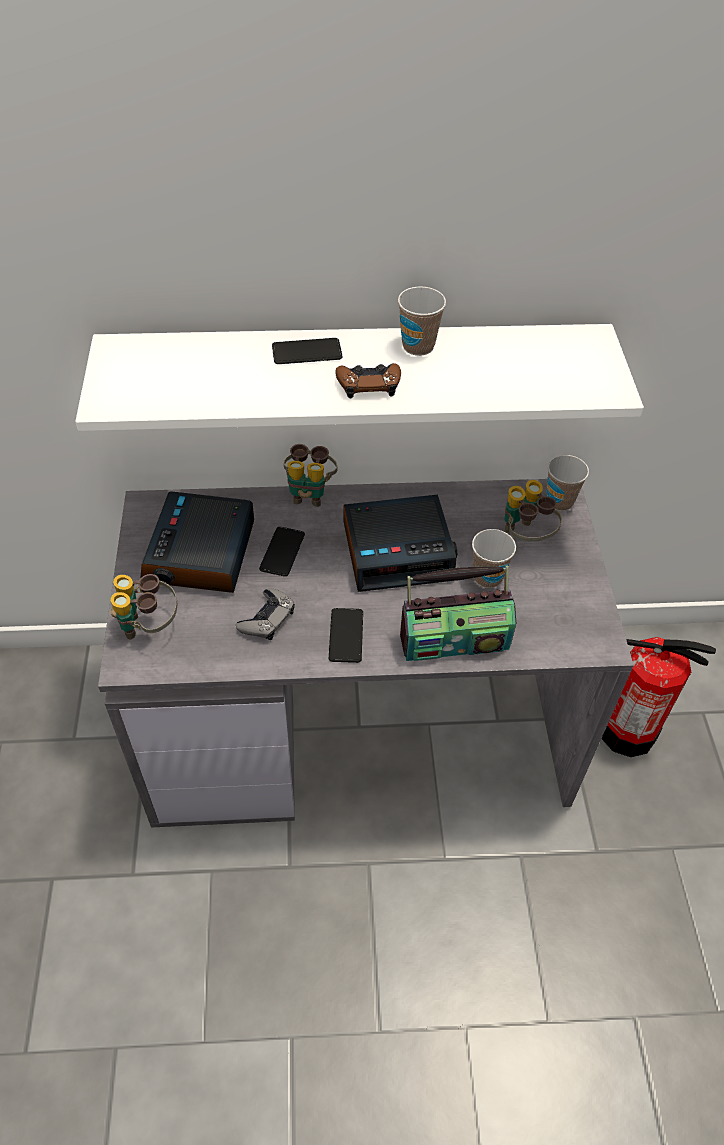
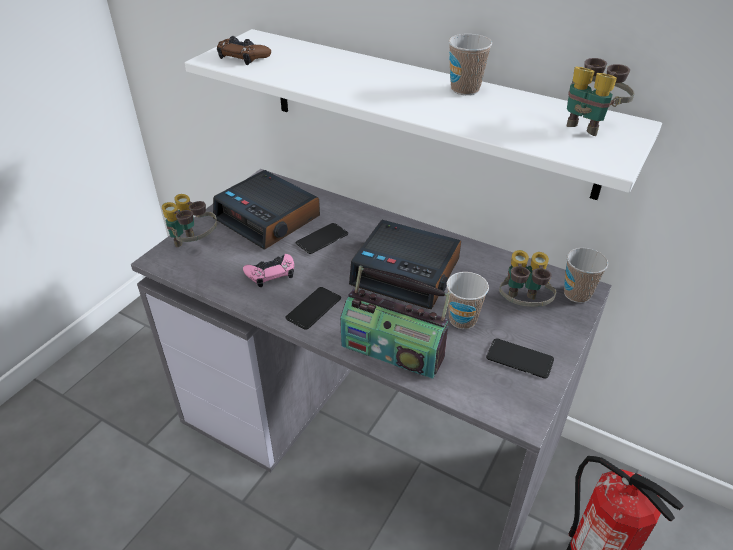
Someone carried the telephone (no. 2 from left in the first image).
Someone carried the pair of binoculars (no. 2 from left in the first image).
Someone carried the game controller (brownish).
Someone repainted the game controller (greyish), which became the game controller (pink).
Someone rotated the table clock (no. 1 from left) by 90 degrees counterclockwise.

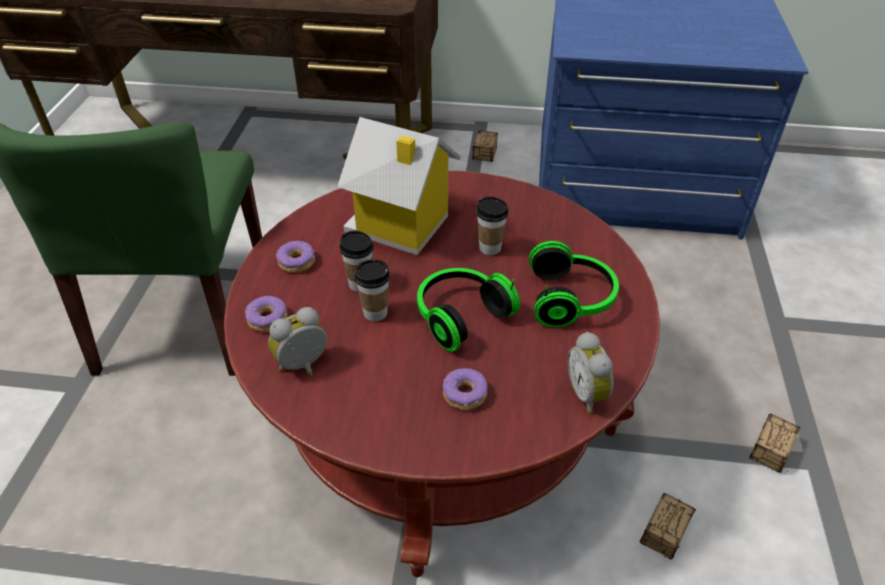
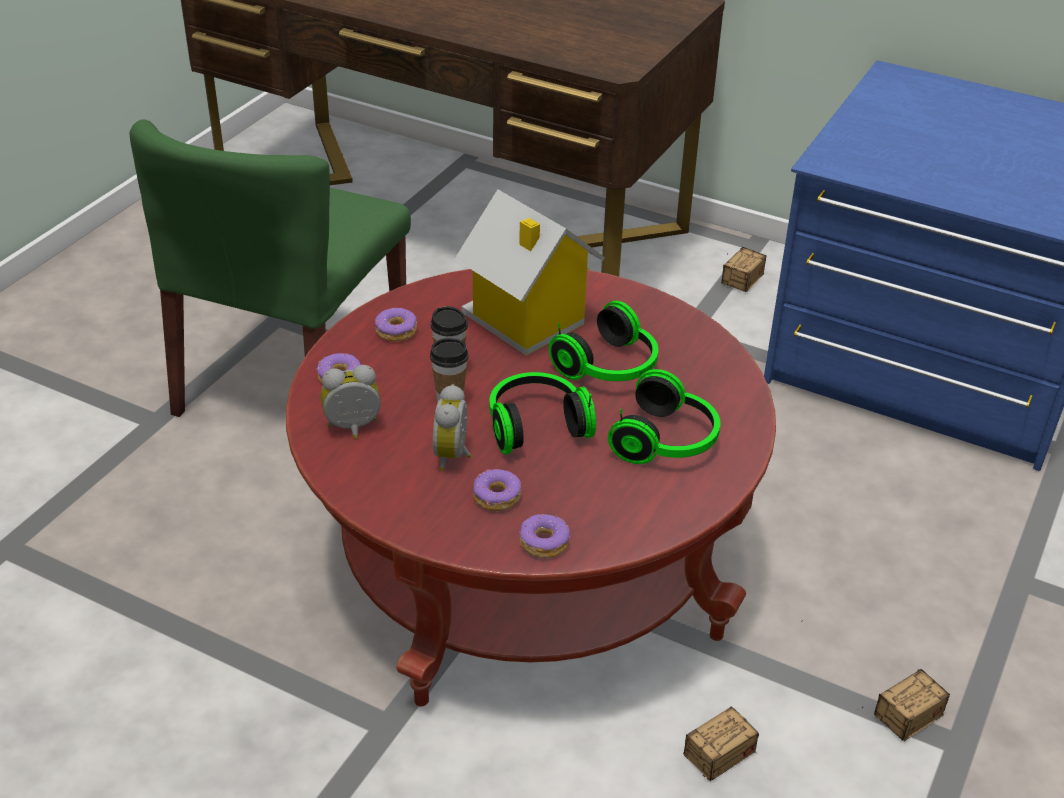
Someone put down the donut (no. 4 from left).
Someone carried the table clock (no. 2 from left).
Someone swapped the drinking cup (no. 3 from left) for the pair of headphones (no. 2 from left).

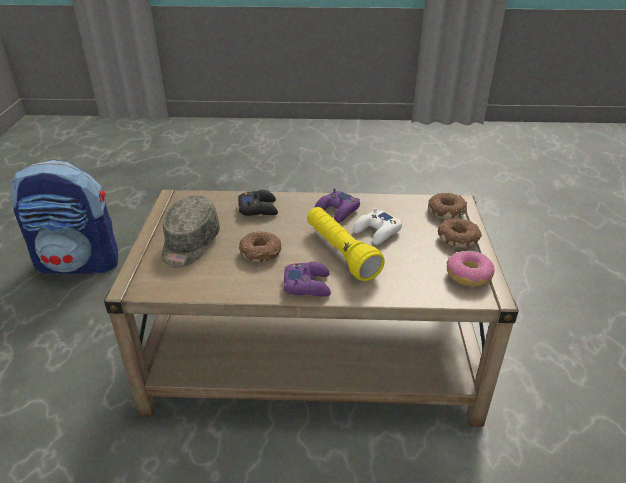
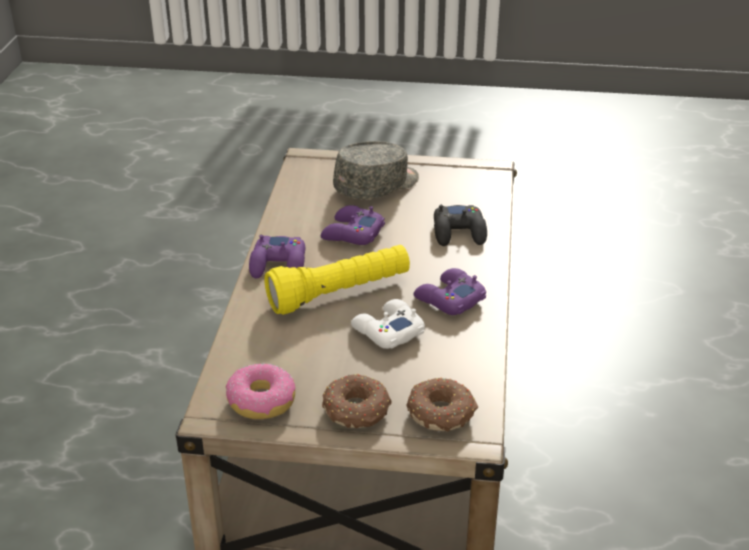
Someone took away the backpack.
Someone swapped the donut (no. 1 from left) for the game controller (purple) (no. 2 from left).
Someone rotated the cap (greyish) by 120 degrees clockwise.

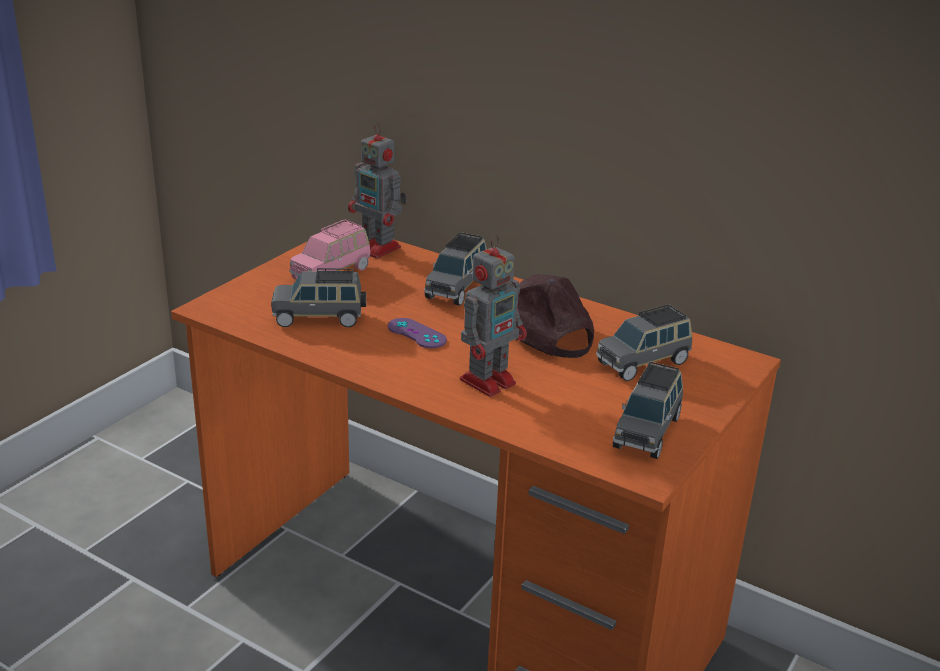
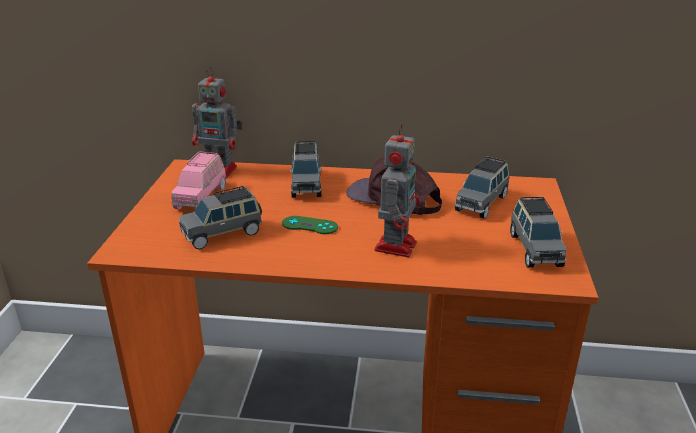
Someone repainted the game controller (purple), which became the game controller (green-coloured).

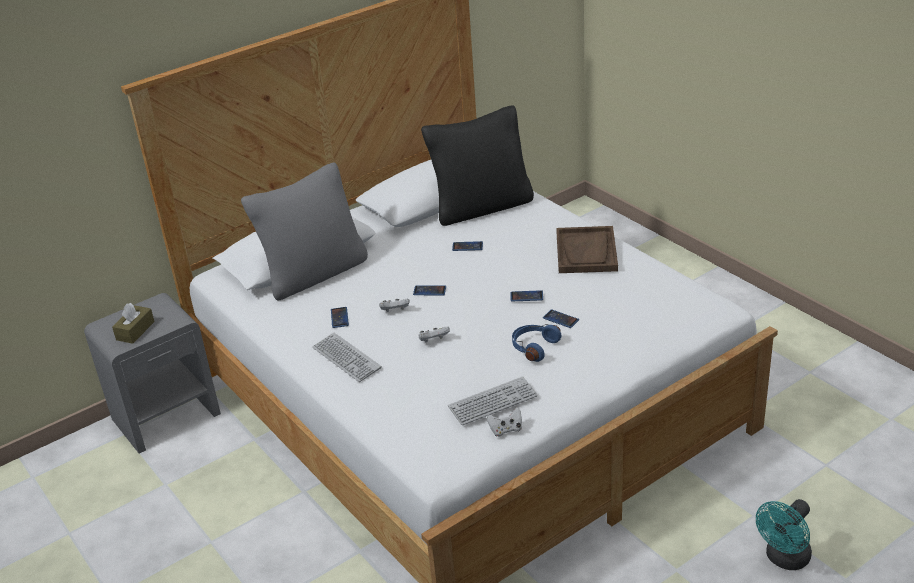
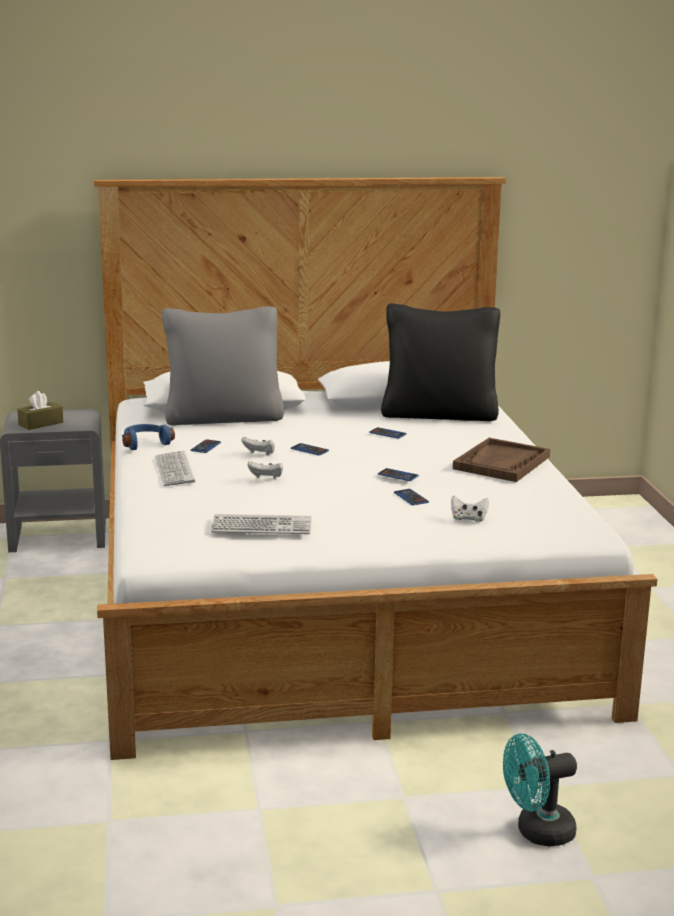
Someone carried the game controller (white) (no. 3 from left).
Someone carried the pair of headphones (blue).

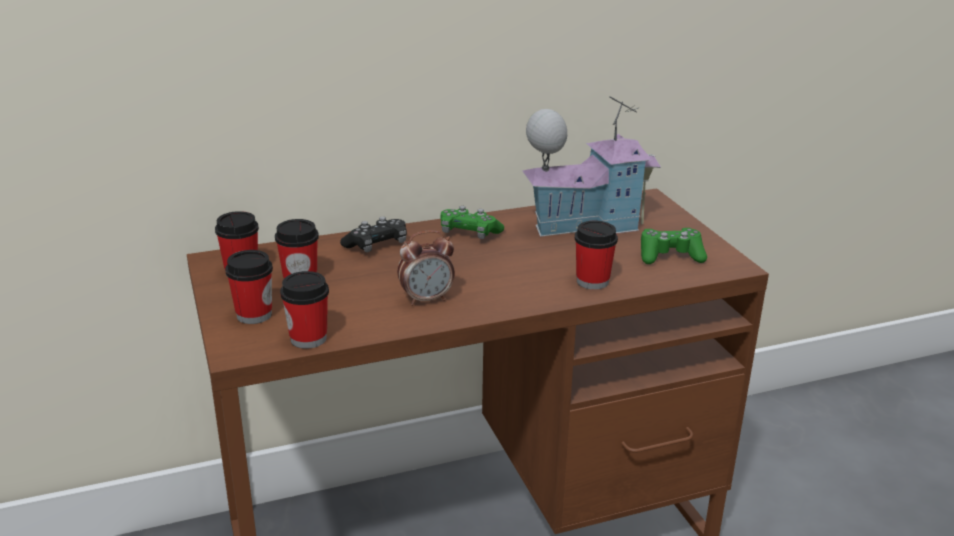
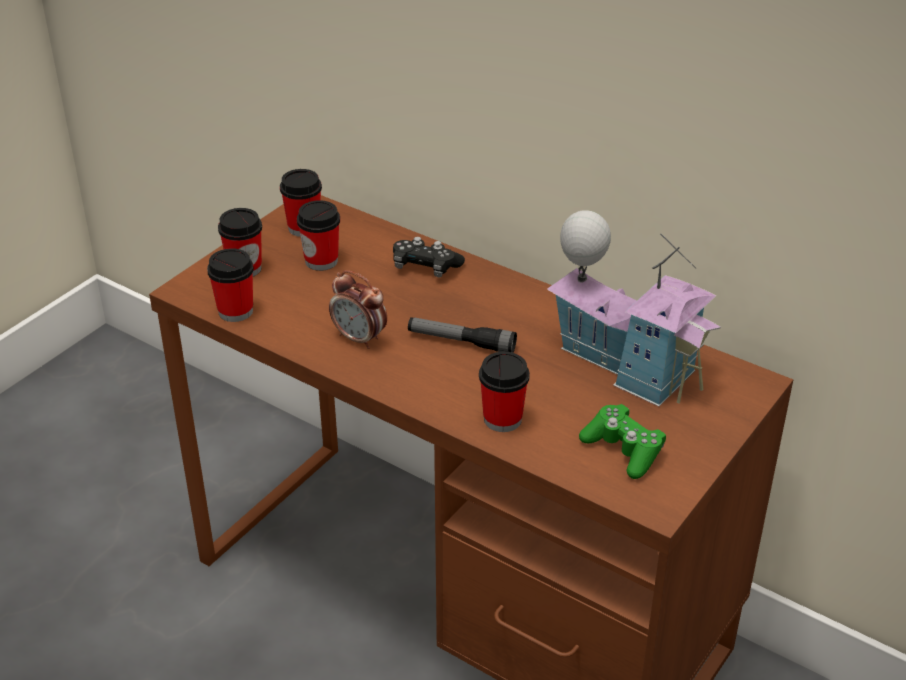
Someone took away the game controller (green-coloured) (no. 1 from left).
Someone put down the torch.

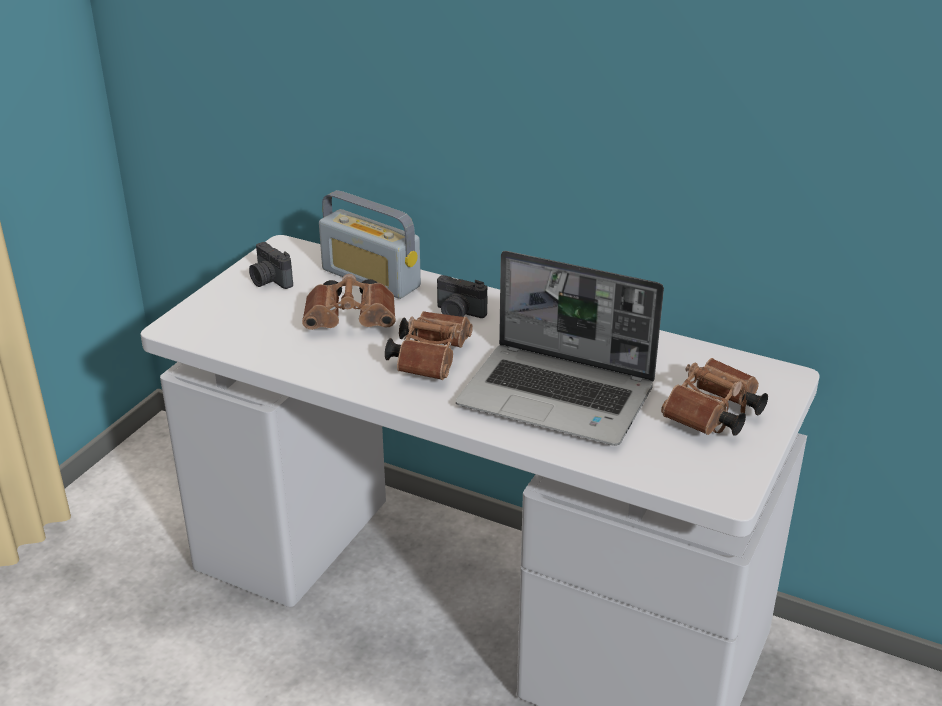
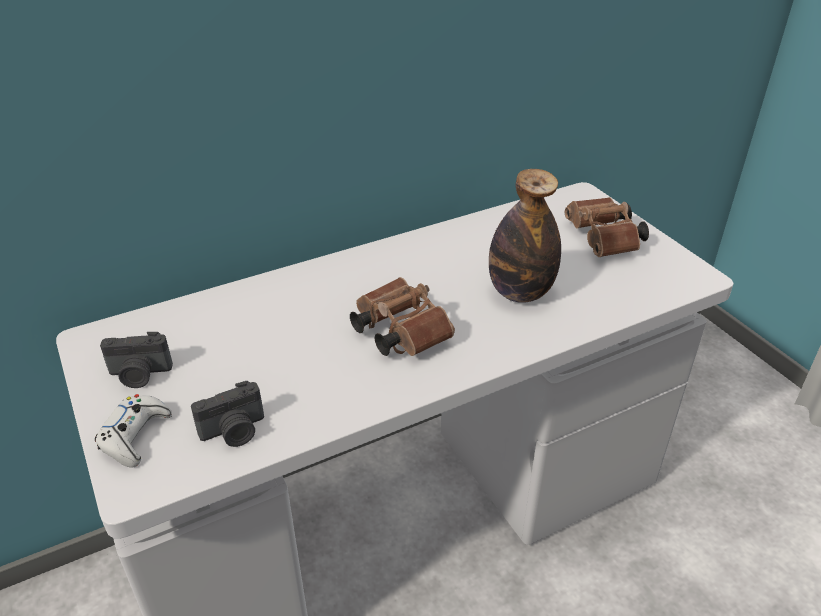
Someone took away the pair of binoculars (brownish) (no. 1 from left).
Someone took away the radio set.
Someone put down the game controller (white).
Someone carried the photo camera (no. 2 from left).
Someone swapped the laptop for the bottle.

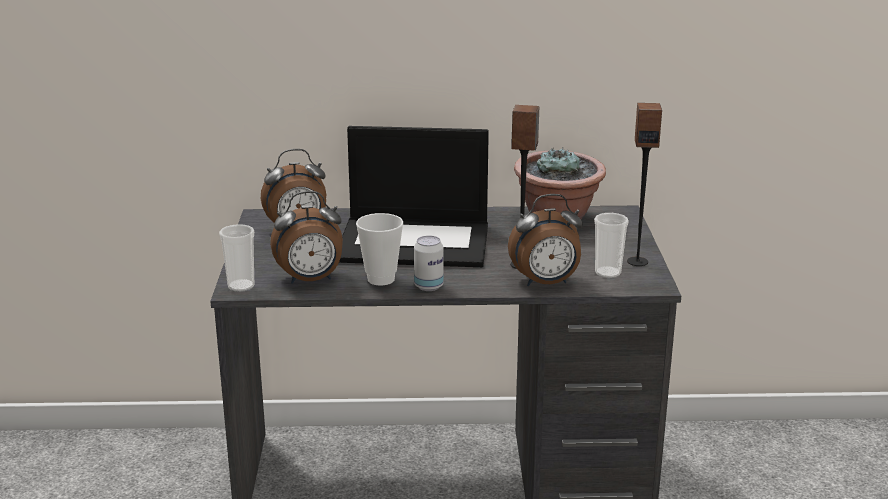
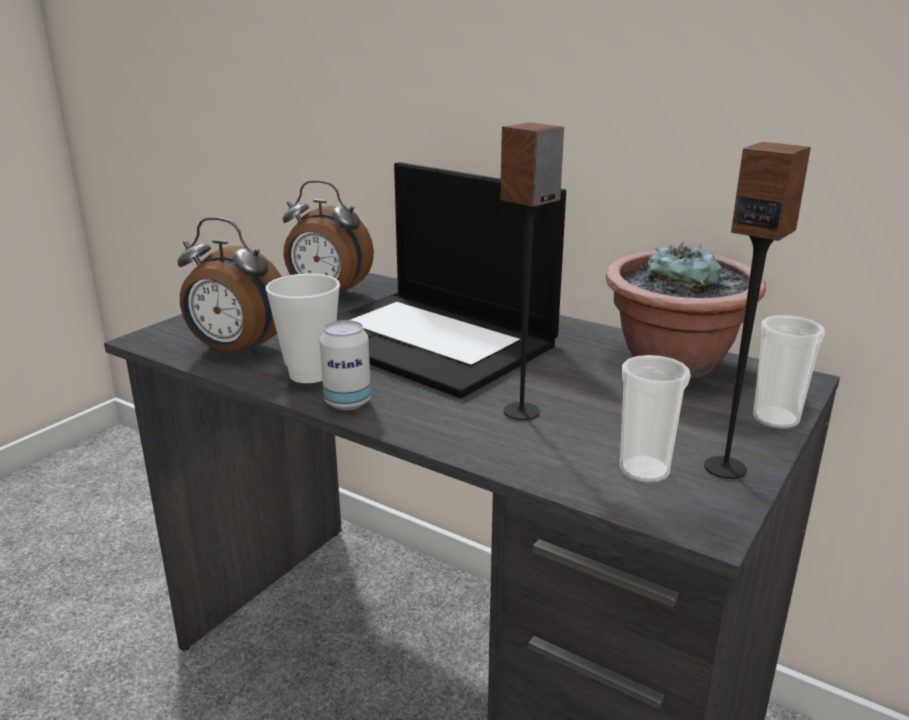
Someone took away the table clock (no. 3 from left).
Someone carried the drinking cup (no. 1 from left in the first image).

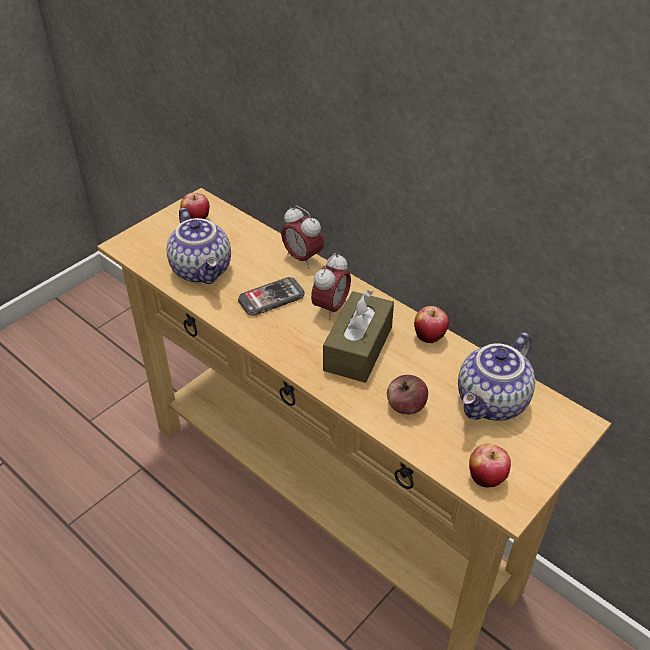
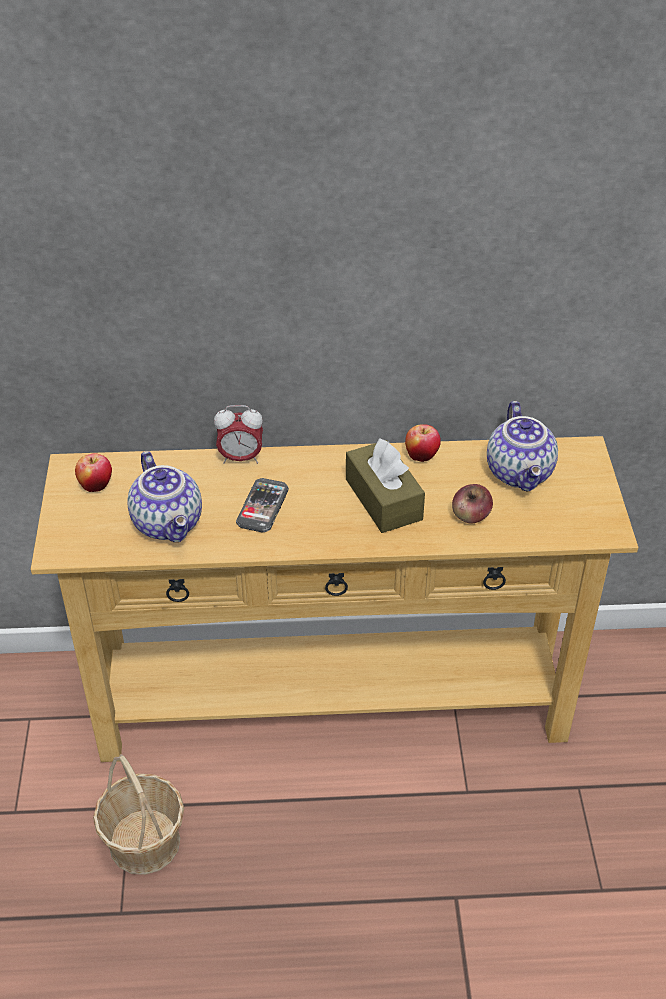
Someone took away the table clock (no. 2 from left).
Someone took away the whole apple (no. 4 from left).
Someone put down the household basket.
Someone rotated the teapot (no. 1 from left) by 45 degrees clockwise.

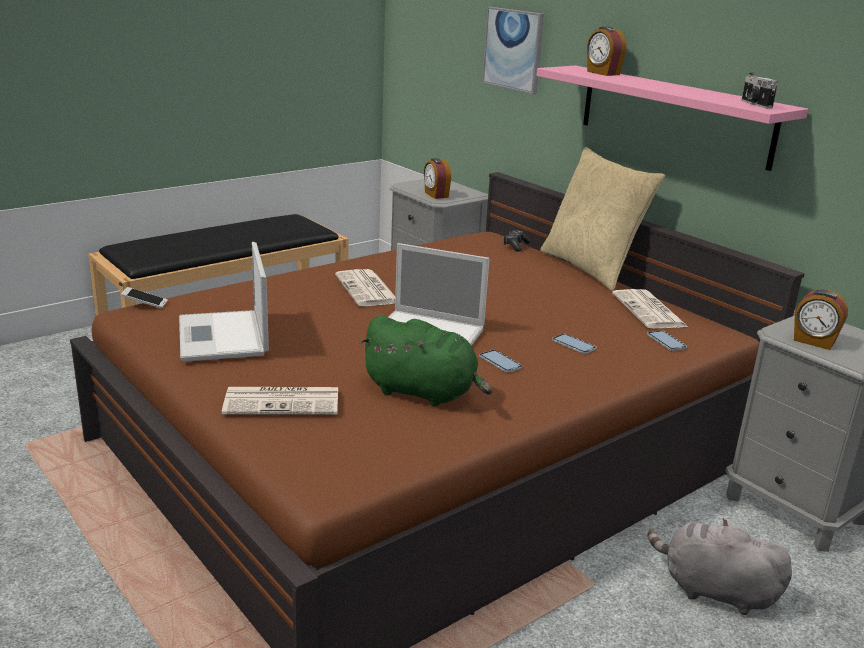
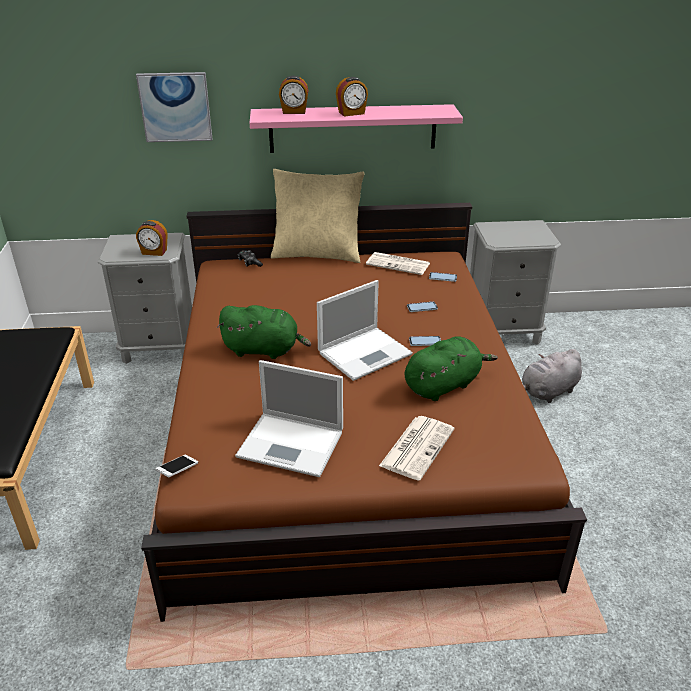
Someone took away the photo camera.
Someone carried the table clock (no. 3 from left).
Someone swapped the daily paper (no. 2 from left) for the soft toy (green-coloured) (no. 1 from left).

